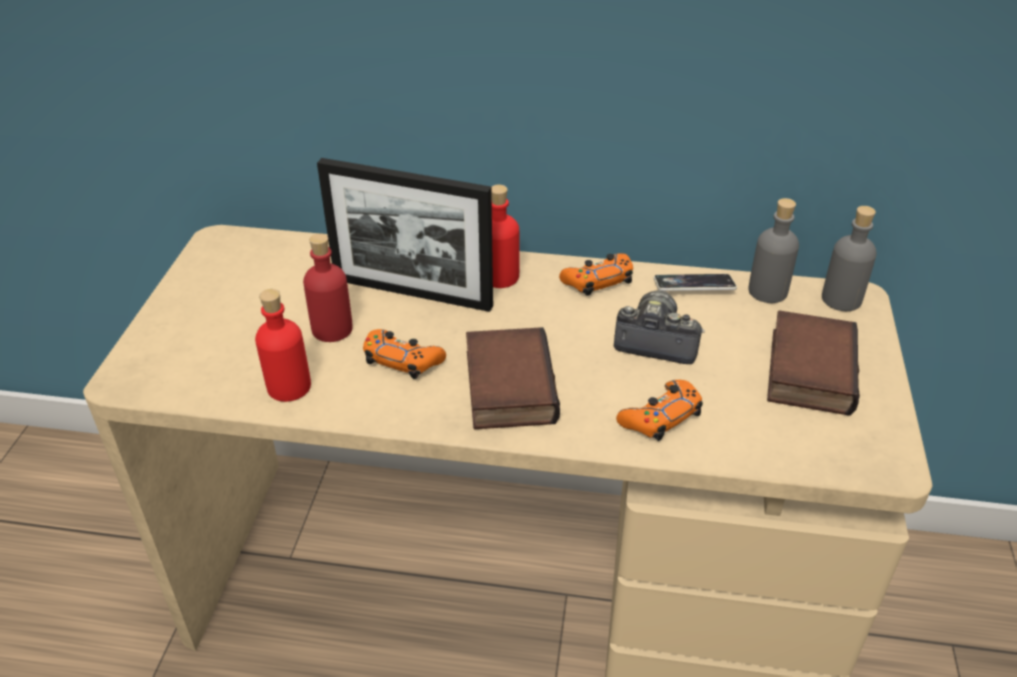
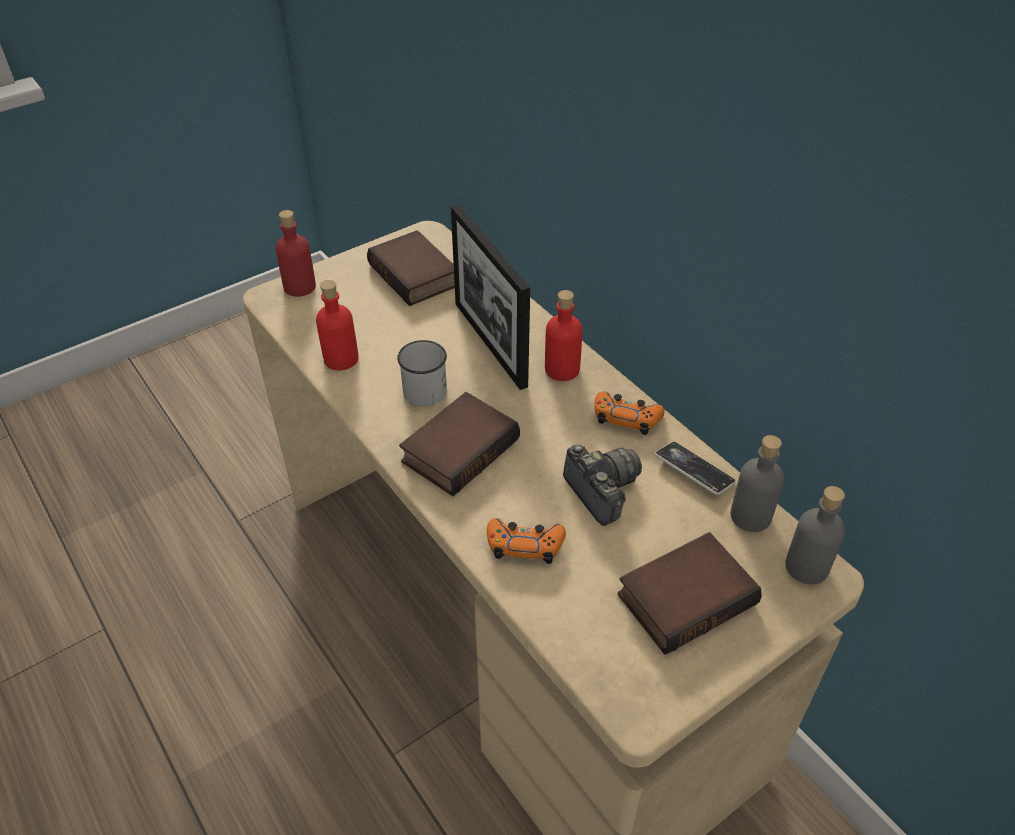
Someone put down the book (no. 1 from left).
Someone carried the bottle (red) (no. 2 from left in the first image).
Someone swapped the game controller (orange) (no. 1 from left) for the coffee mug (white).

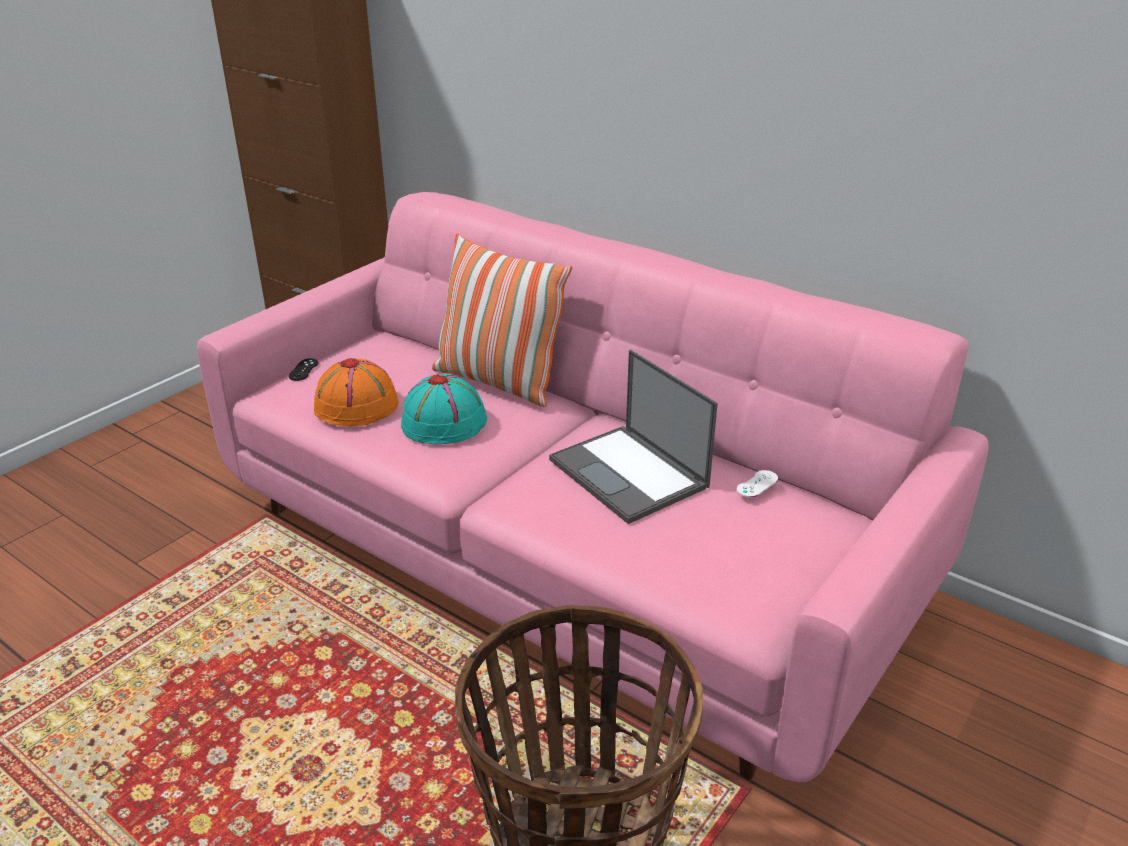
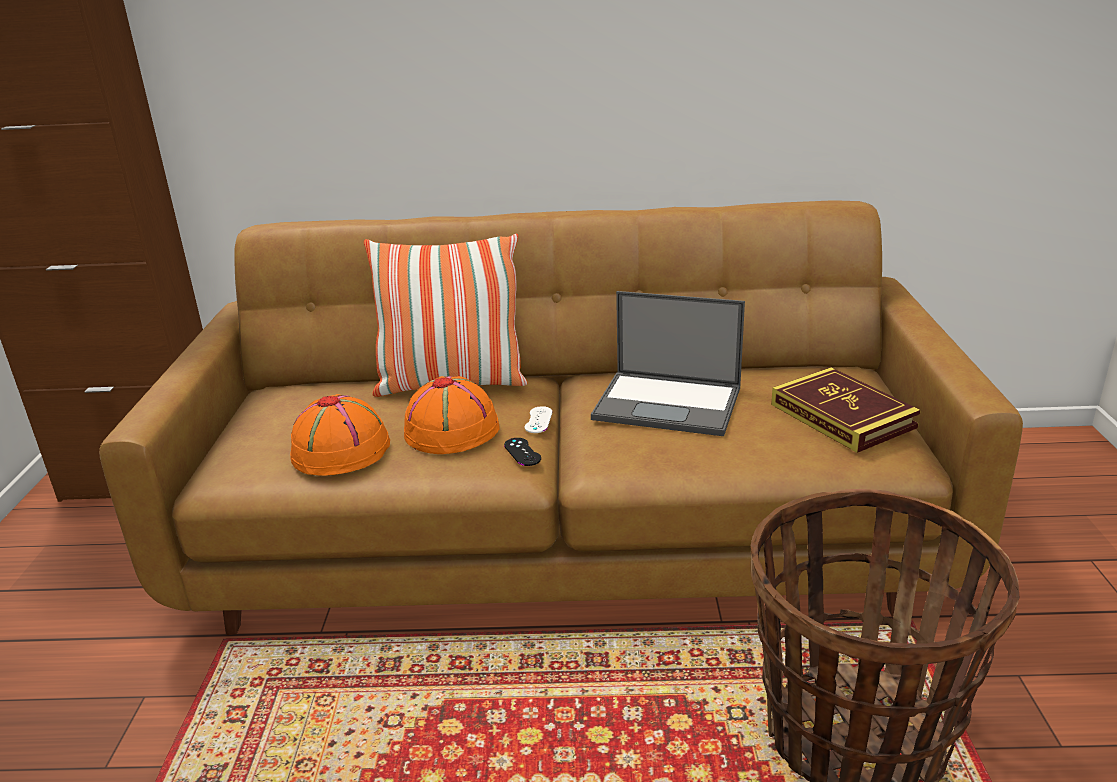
Someone put down the book.
Someone carried the game controller (black-coloured).
Someone carried the game controller (white).
Someone repainted the settee (pink), which became the settee (brownish).
Someone repainted the hat (blue-green), which became the hat (orange) (no. 2 from left).

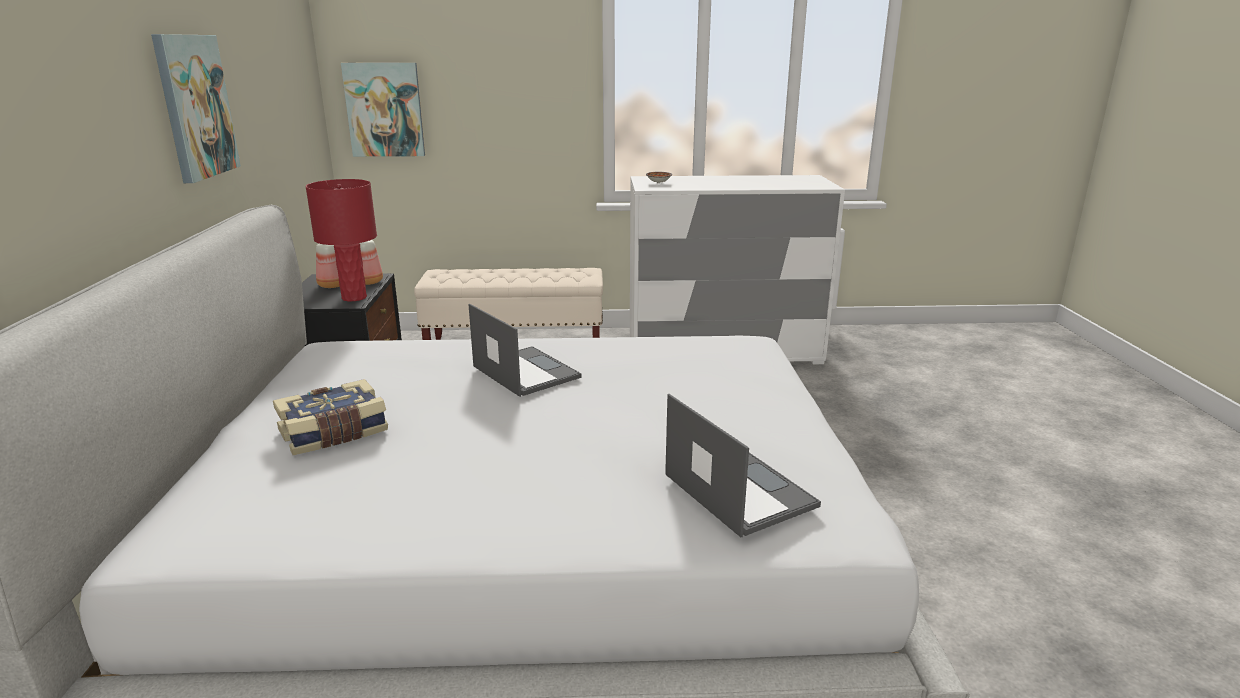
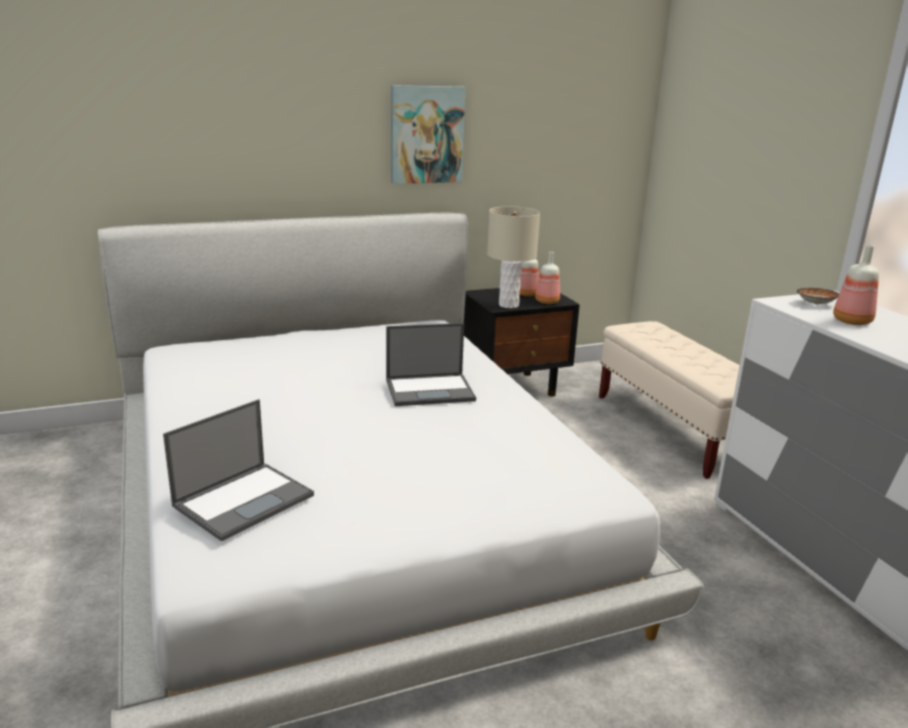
Someone took away the book.
Someone took away the picture (no. 2 from left).
Someone put down the bottle (no. 3 from left).
Someone repainted the tabletop lamp (red), which became the tabletop lamp (beige).
Someone rotated the laptop (no. 1 from left in the first image) by 45 degrees clockwise.

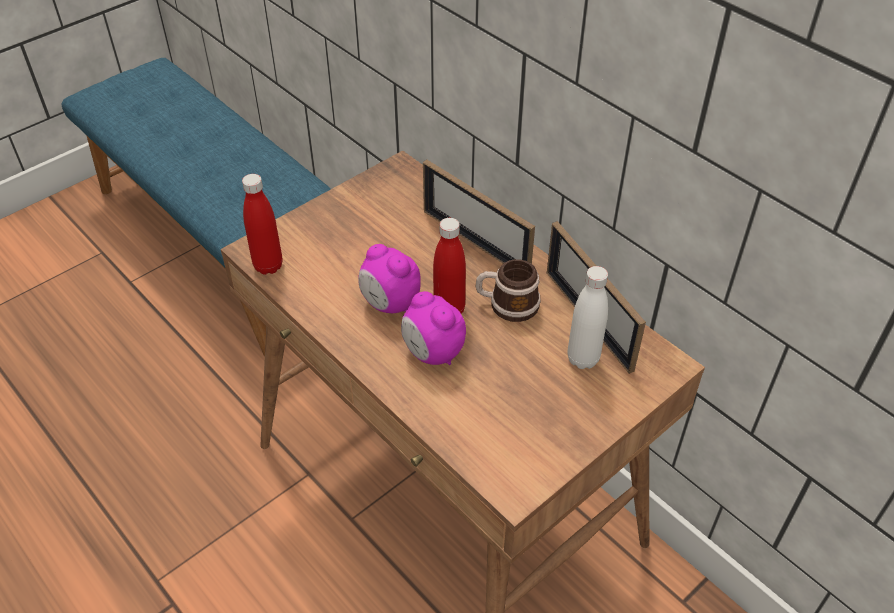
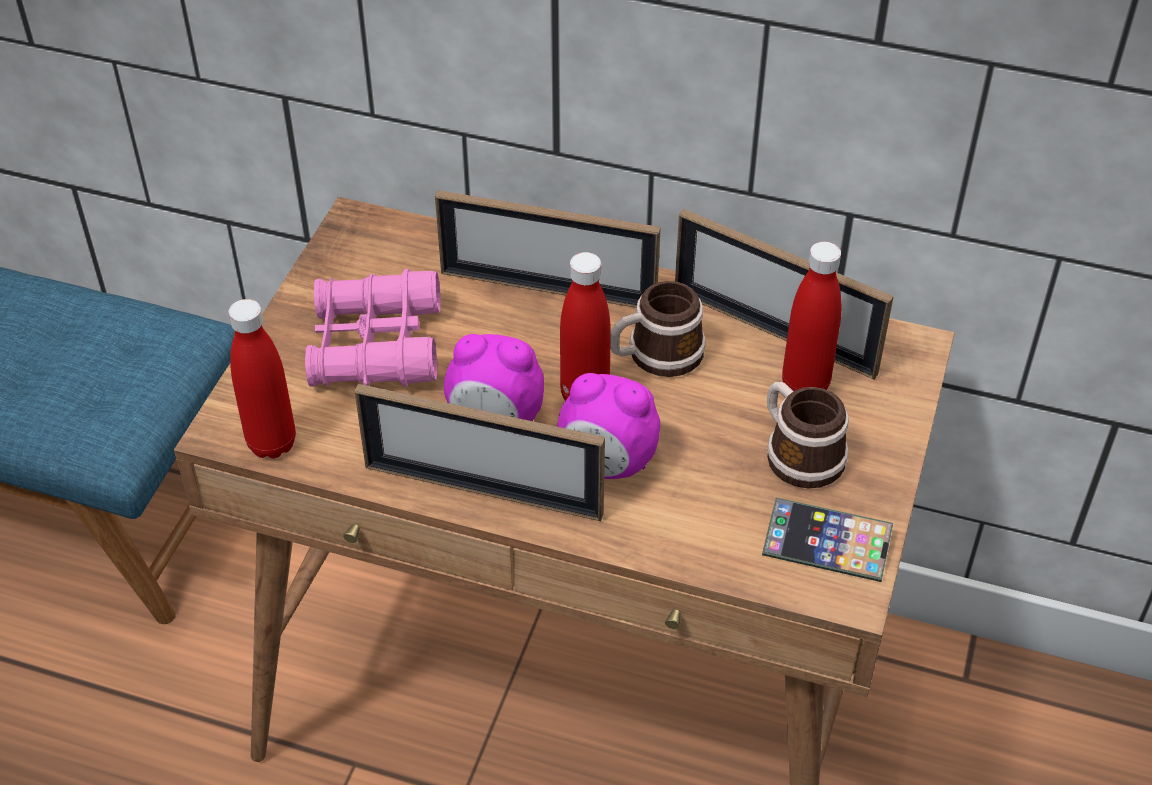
Someone put down the pair of binoculars (pink).
Someone put down the picture frame (no. 1 from left).
Someone put down the telephone.
Someone put down the coffee mug (no. 2 from left).
Someone repainted the bottle (white), which became the bottle (red) (no. 3 from left).

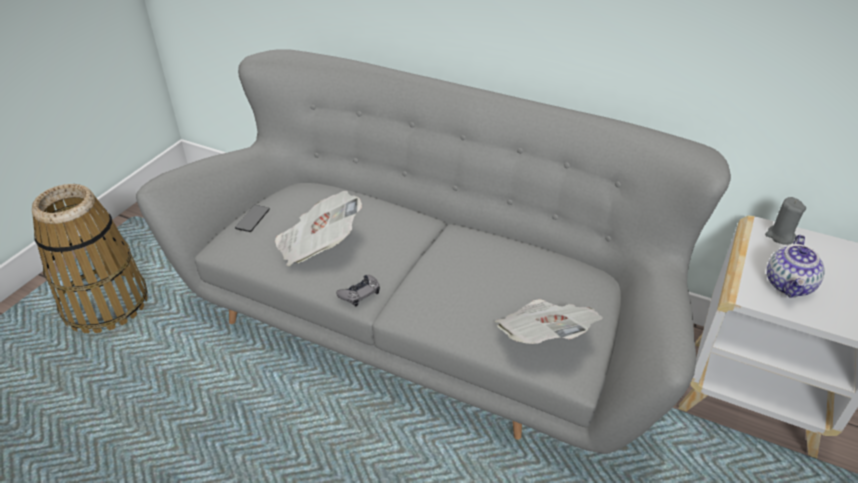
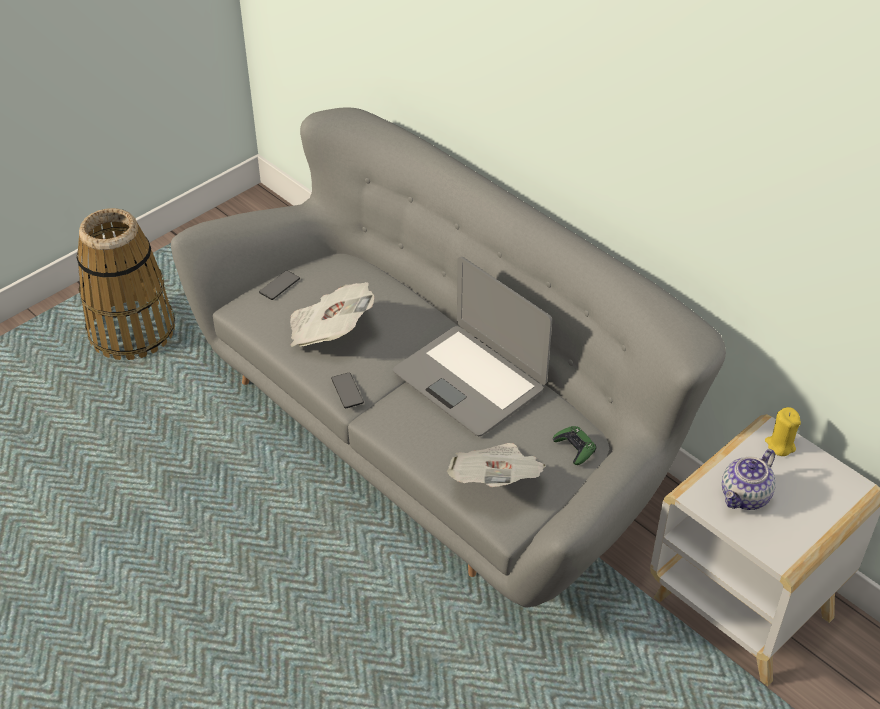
Someone put down the laptop.
Someone put down the game controller (green-coloured).
Someone swapped the game controller (greyish) for the telephone (no. 2 from left).
Someone repainted the candle (greyish), which became the candle (yellow).

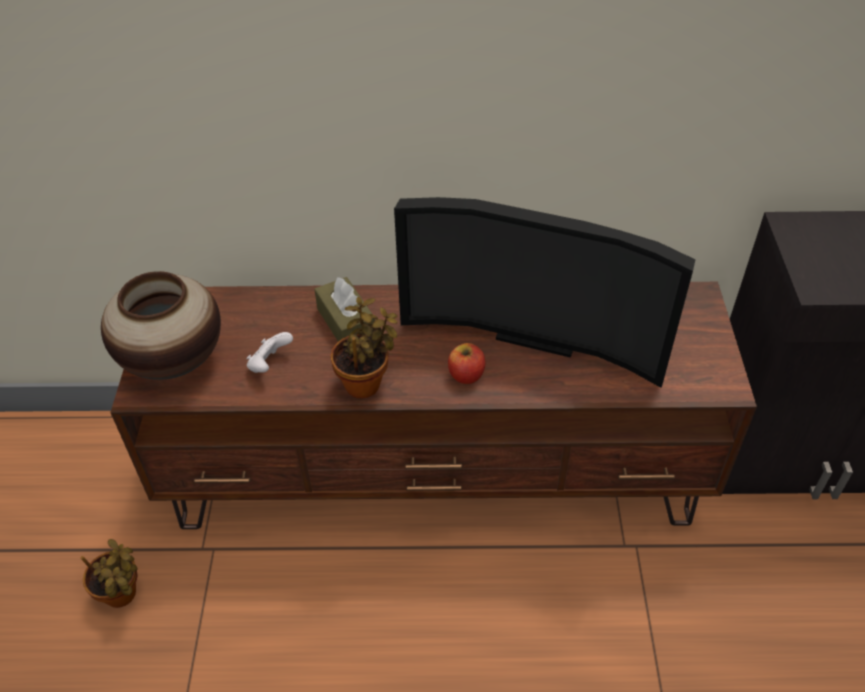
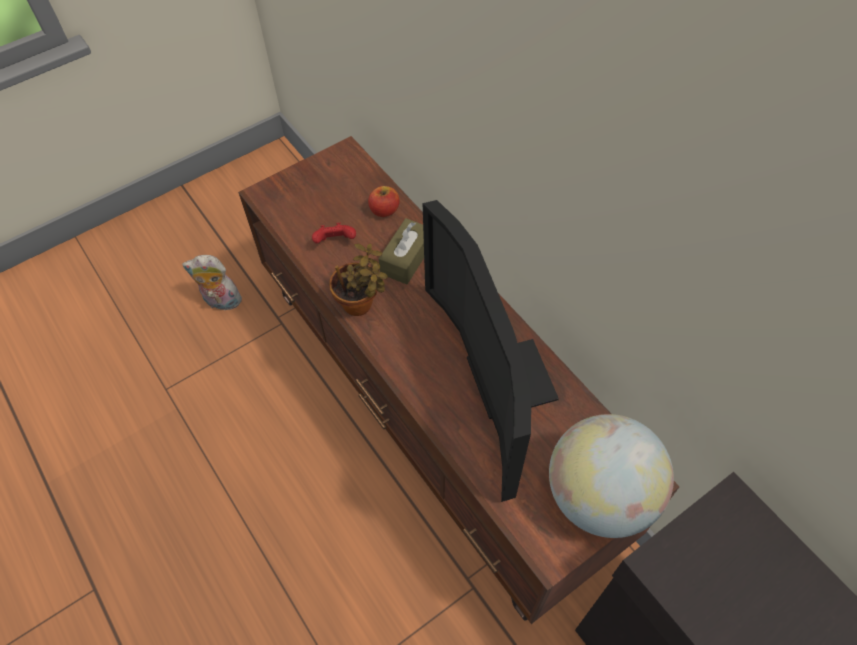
Someone took away the flower vase.
Someone put down the world globe.
Someone carried the whole apple.
Someone swapped the houseplant (no. 1 from left) for the soft toy.
Someone repainted the game controller (white), which became the game controller (red).

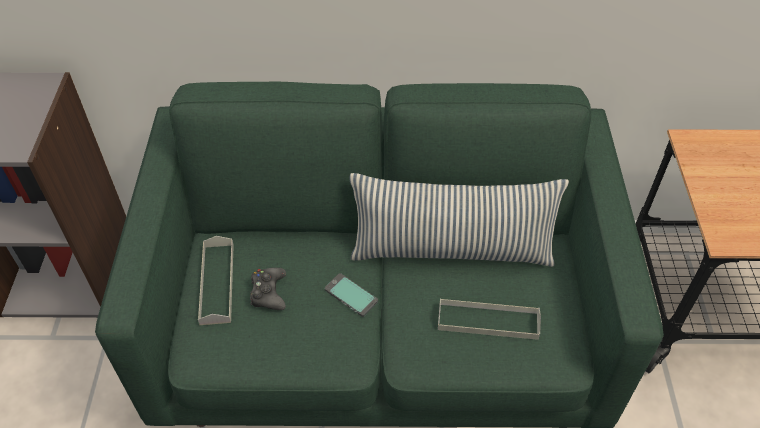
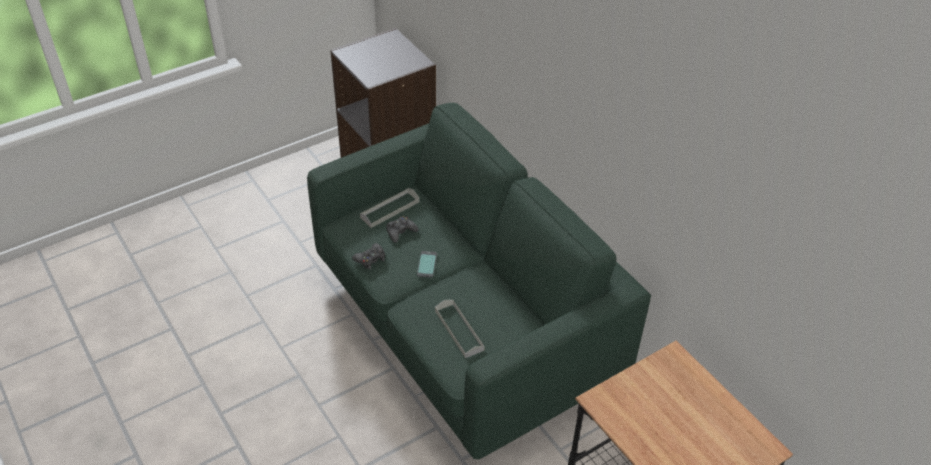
Someone took away the cushion.
Someone put down the game controller (black-coloured) (no. 1 from left).

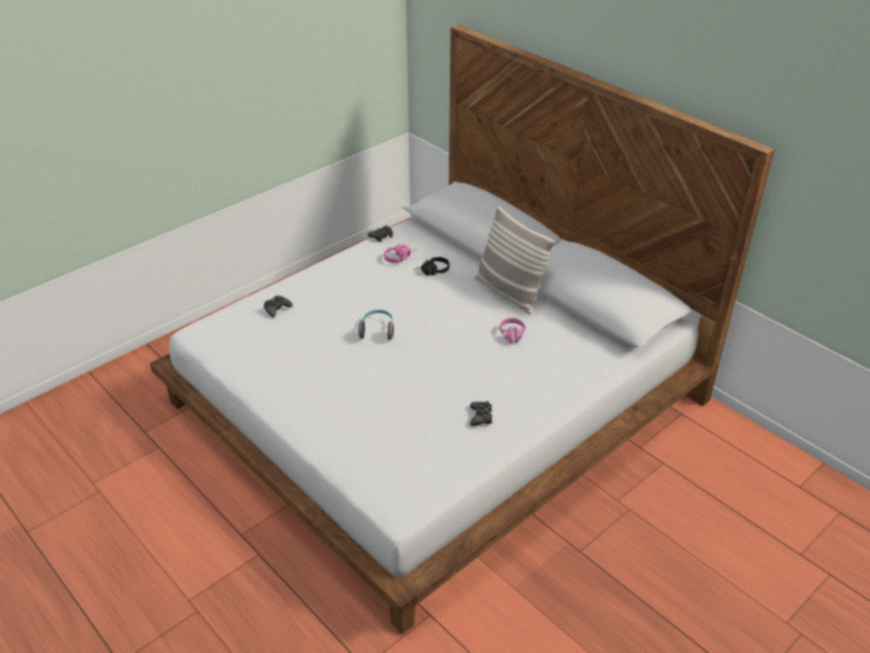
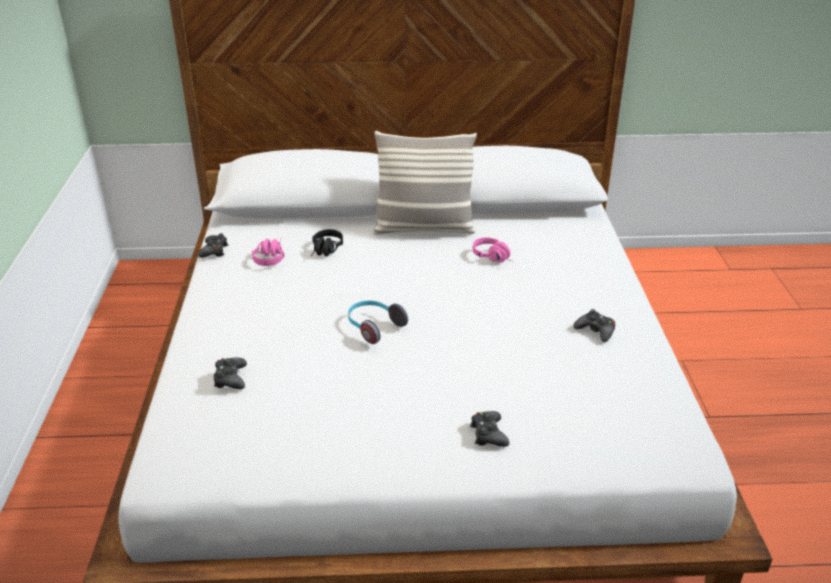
Someone put down the game controller (black-coloured) (no. 3 from left).

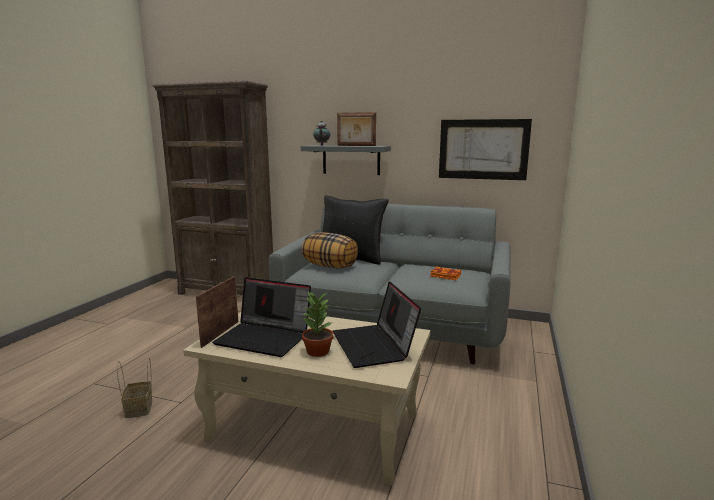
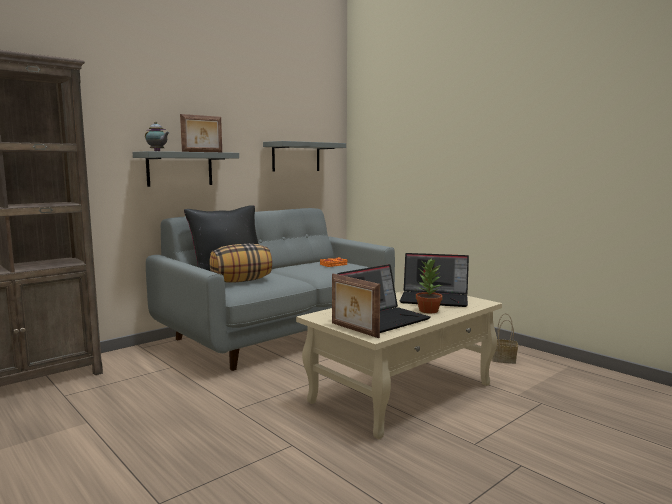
Someone carried the household basket.
Someone swapped the picture for the wall shelf (greyish) (no. 2 from left).

